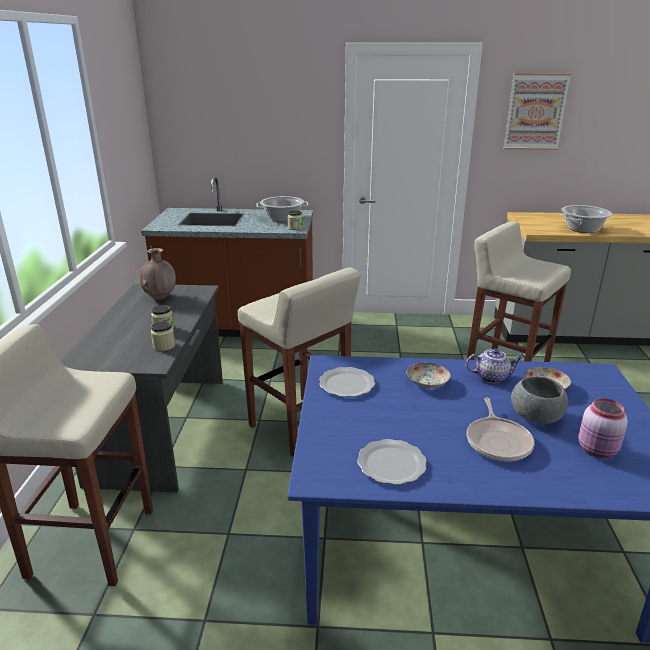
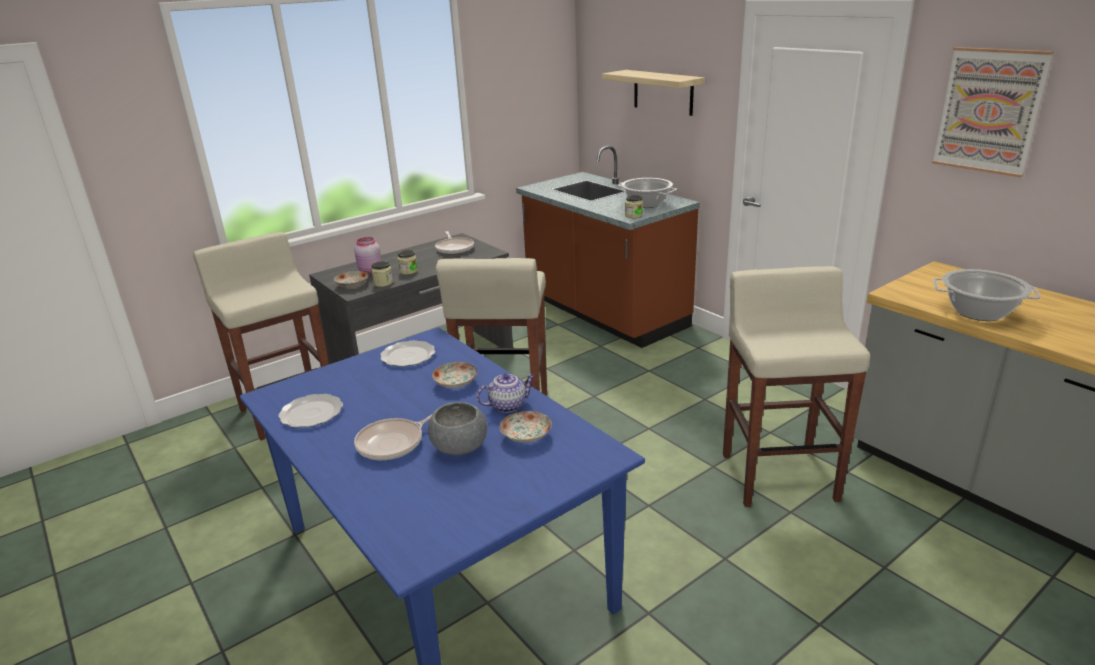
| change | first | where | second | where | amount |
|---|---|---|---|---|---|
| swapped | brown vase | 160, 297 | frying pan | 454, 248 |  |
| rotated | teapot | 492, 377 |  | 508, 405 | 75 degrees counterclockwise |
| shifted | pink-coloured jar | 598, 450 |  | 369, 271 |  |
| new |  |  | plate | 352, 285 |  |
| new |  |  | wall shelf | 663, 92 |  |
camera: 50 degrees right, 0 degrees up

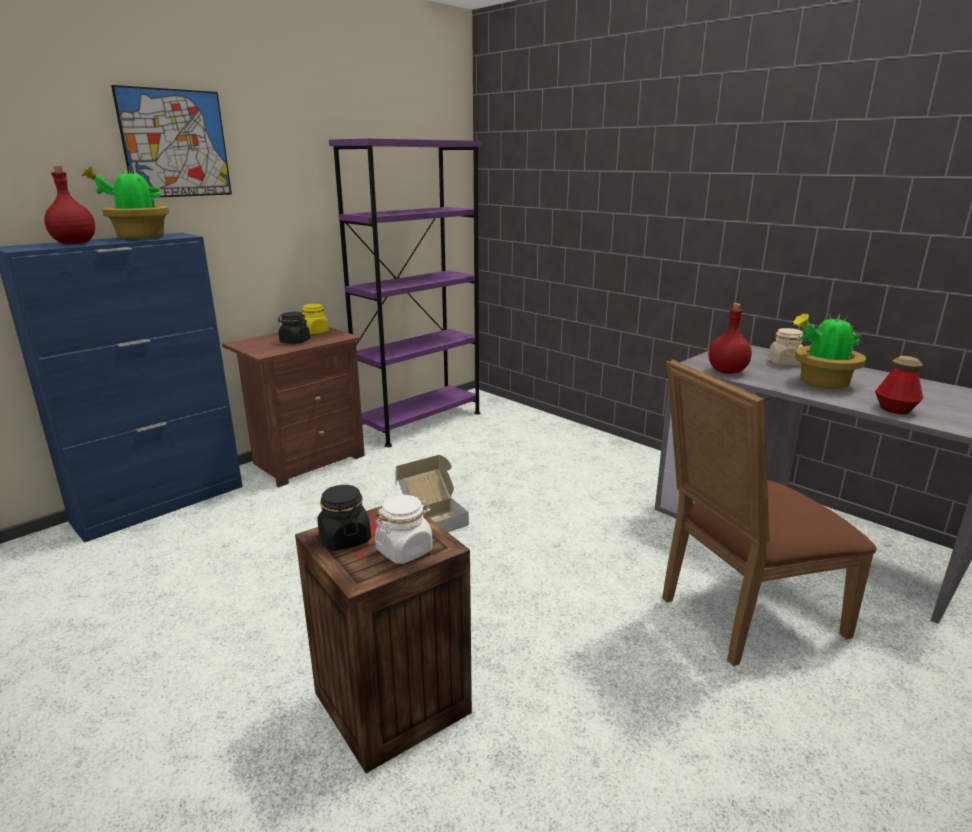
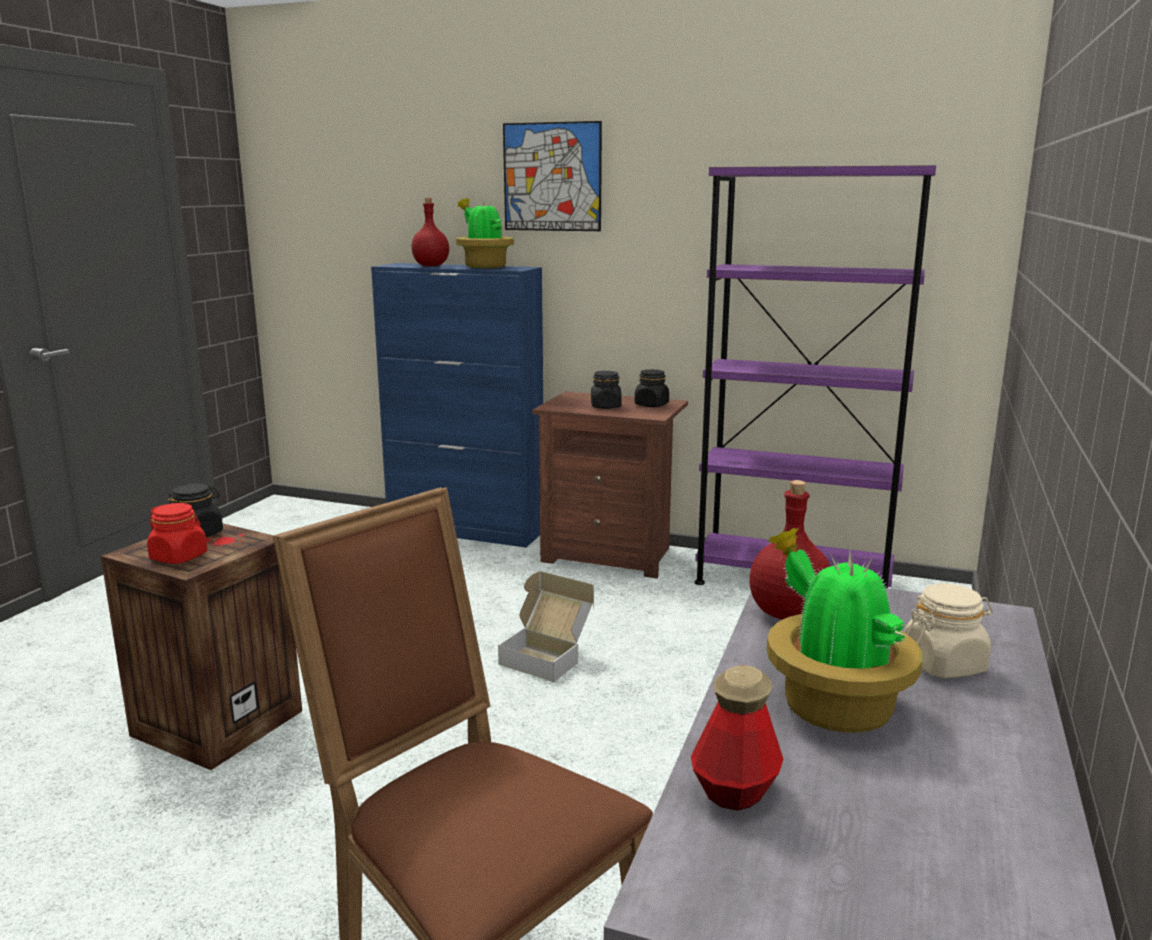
| change | first | where | second | where | amount |
|---|---|---|---|---|---|
| repainted | yellow-coloured jar | 315, 332 | blackish jar | 651, 405 |  |
| repainted | white jar | 404, 550 | red jar | 179, 557 |  |
camera: 65 degrees right, 5 degrees down

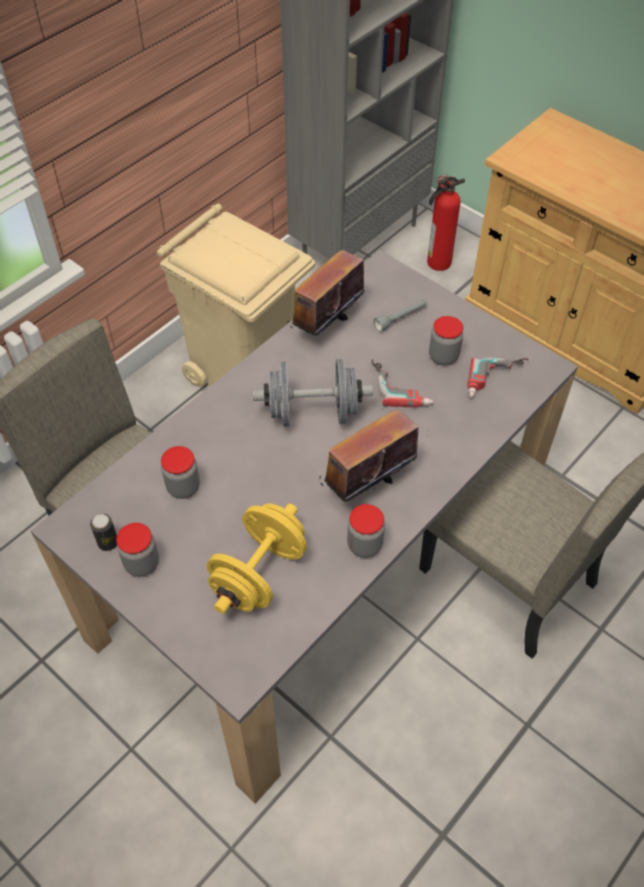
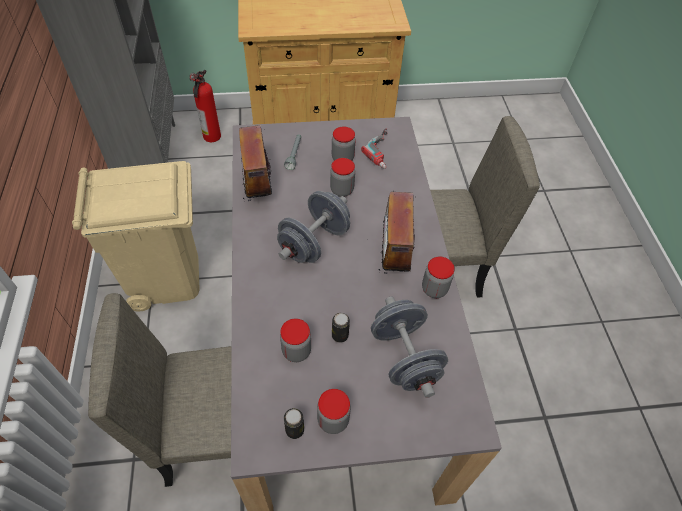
| change | first | where | second | where | amount |
|---|---|---|---|---|---|
| repainted | yellow-coloured dumbbell | 259, 574 | grey dumbbell | 404, 357 |  |
| swapped | power drill | 401, 386 | jar | 342, 190 |  |
| new |  |  | sealed can | 340, 335 |  |
camera: 50 degrees left, 0 degrees up

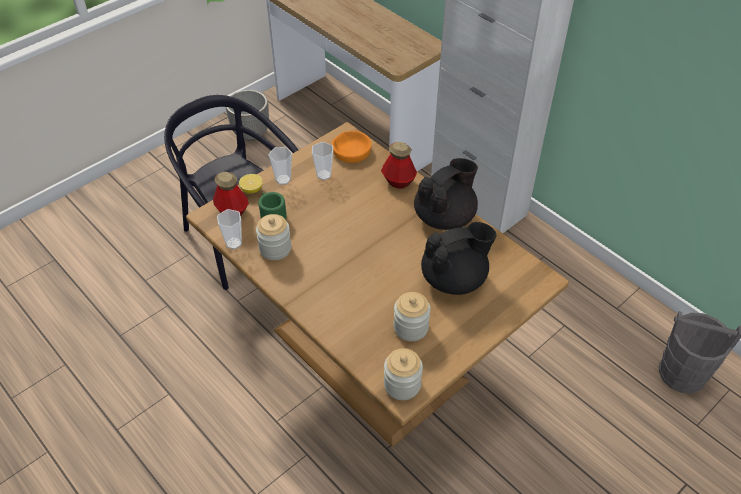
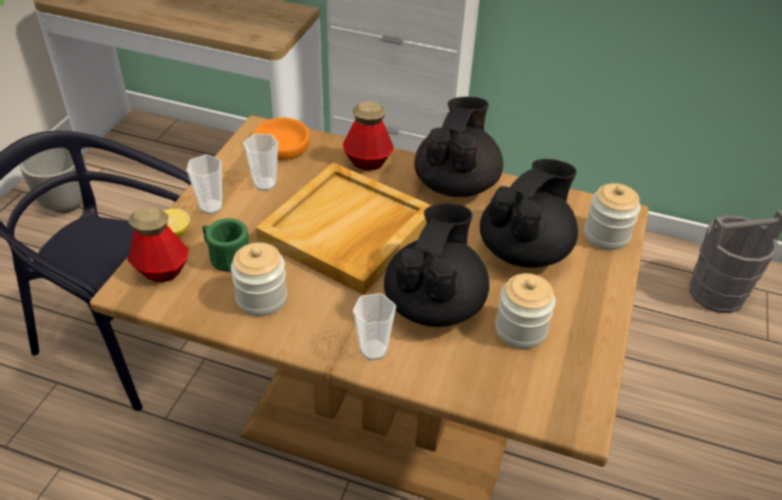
| change | first | where | second | where | amount |
|---|---|---|---|---|---|
| shifted | drinking cup | 234, 243 |  | 373, 350 |  |
| shifted | jar | 402, 385 |  | 606, 235 |  |
| new |  |  | beige carrying tray | 347, 231 |  |
| new |  |  | blackish teapot | 434, 304 |  |
camera: 30 degrees left, 5 degrees down

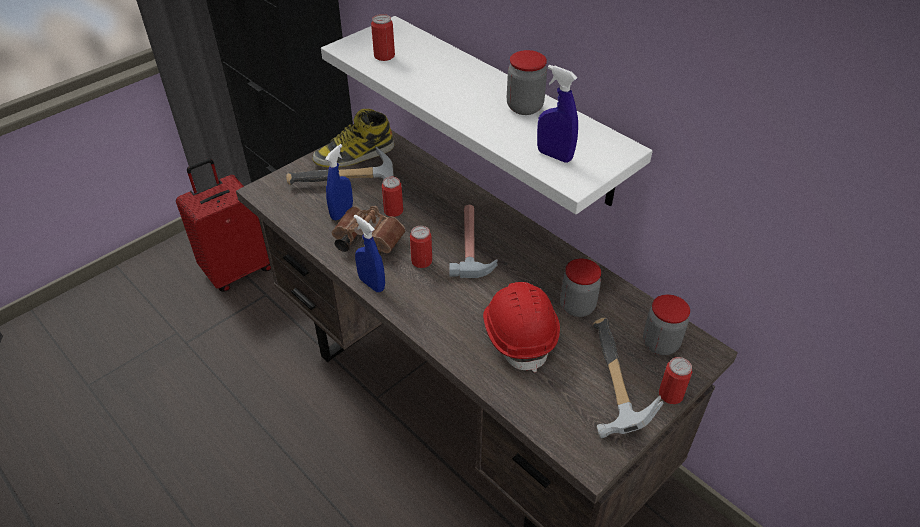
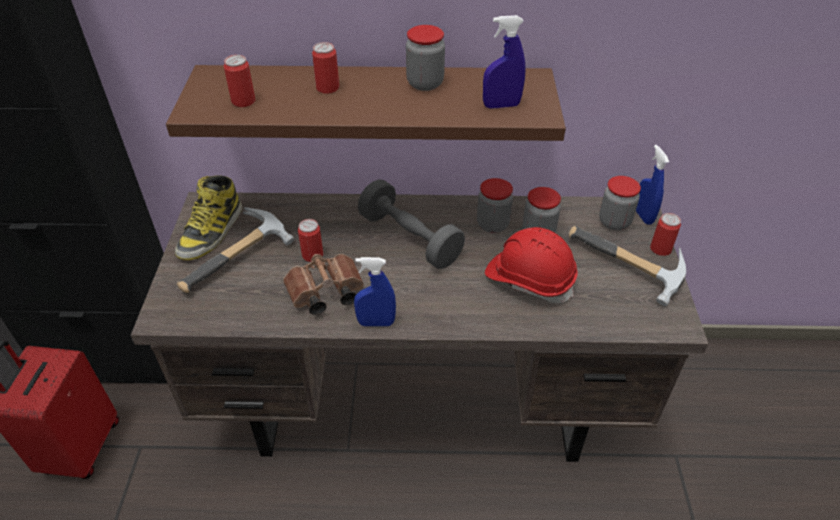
| change | first | where | second | where | amount |
|---|---|---|---|---|---|
| repainted | white wall shelf | 507, 109 | brown wall shelf | 374, 103 |  |
| shifted | blue sprayer | 342, 212 |  | 643, 216 |  |
| shifted | sealed can | 421, 261 |  | 327, 88 |  |
| swapped | hammer | 473, 243 | grey dumbbell | 410, 238 |  |
| new |  |  | jar | 492, 224 |  |
camera: 45 degrees left, 0 degrees up

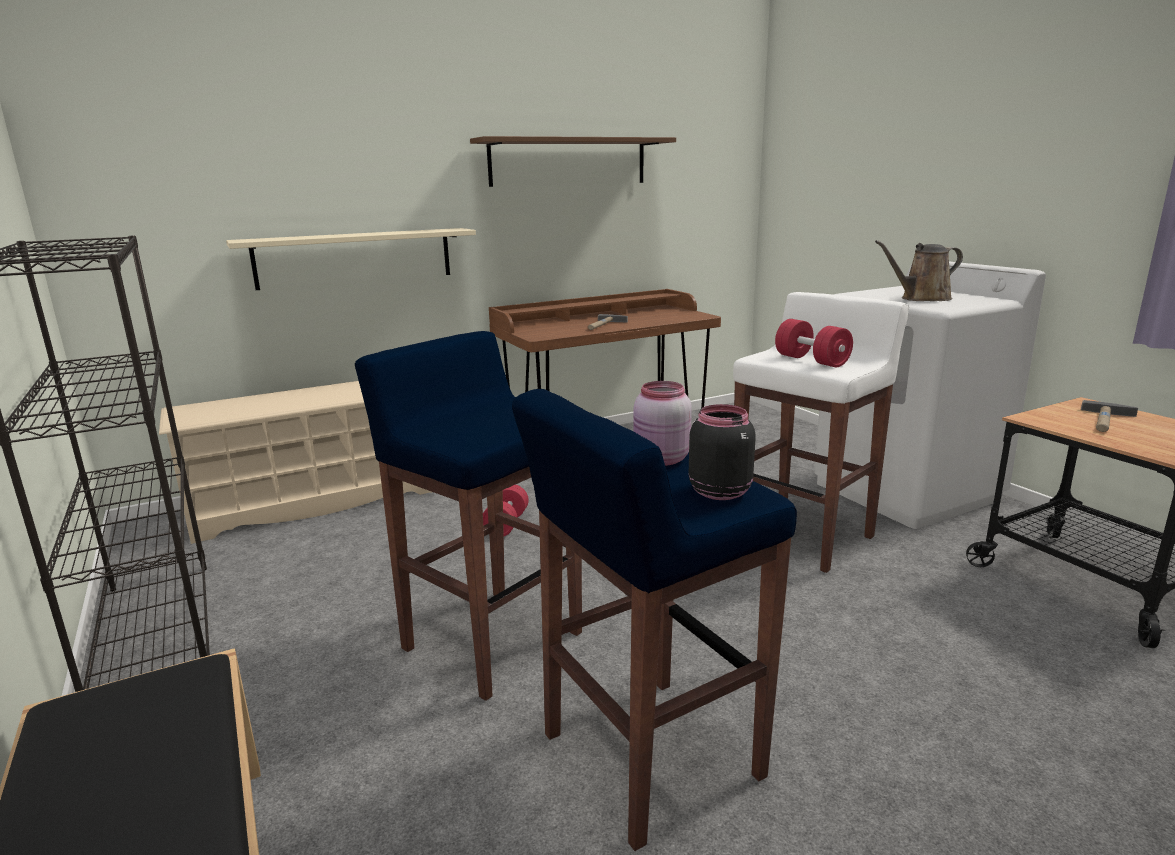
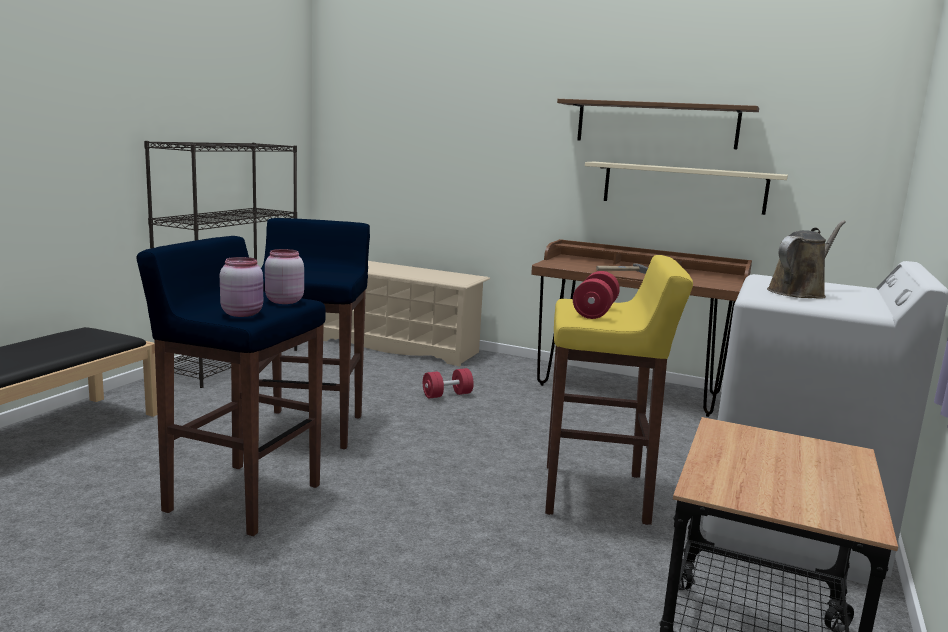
| change | first | where | second | where | amount |
|---|---|---|---|---|---|
| shifted | beige wall shelf | 355, 258 |  | 683, 187 |  |
| repainted | blackish jar | 719, 491 | pink-coloured jar | 243, 313 |  |
| repainted | white stool seat | 803, 536 | yellow-coloured stool seat | 597, 494 |  |
| rotated | brown sprinkling can | 921, 298 |  | 799, 292 | 105 degrees clockwise |
| gone | hammer | 1106, 421 |  |  |  |
camera: 50 degrees right, 5 degrees down

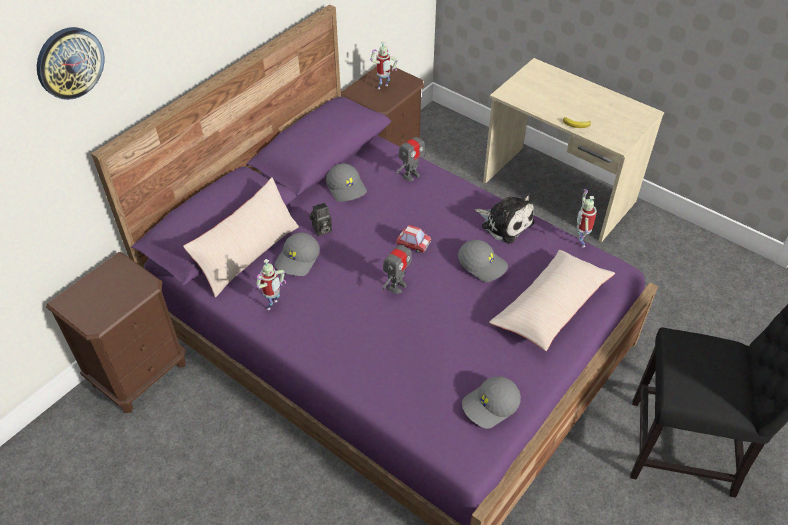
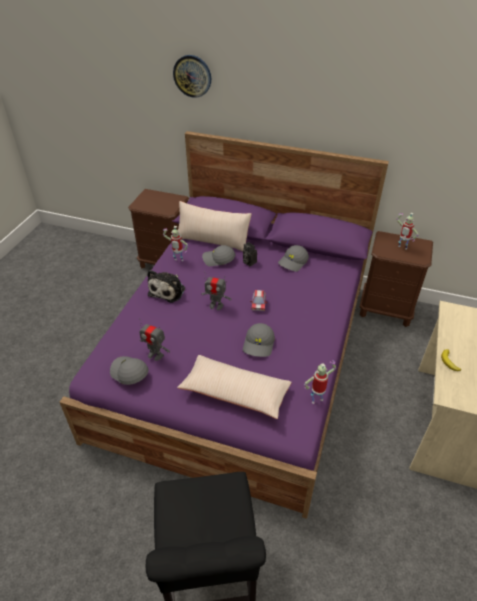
| change | first | where | second | where | amount |
|---|---|---|---|---|---|
| shifted | model robot | 411, 175 |  | 155, 355 |  |
| shifted | plush toy | 505, 223 |  | 168, 290 |  |
camera: 70 degrees right, 5 degrees down

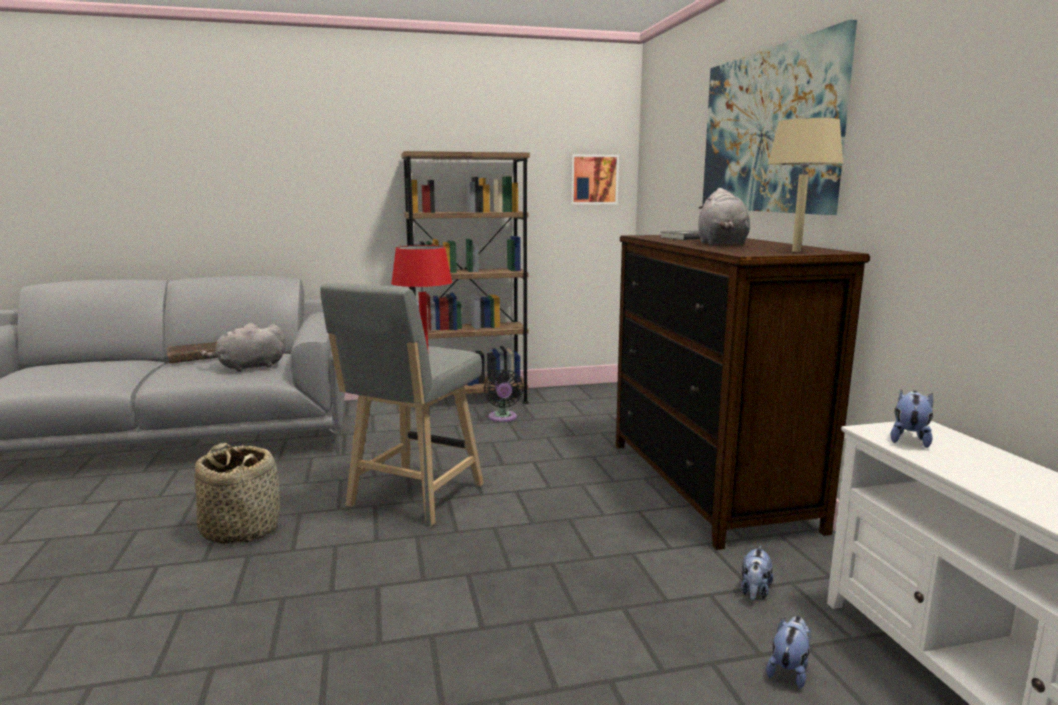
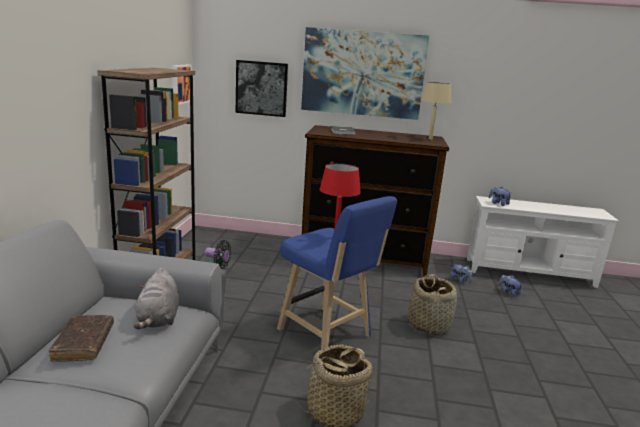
| change | first | where | second | where | amount |
|---|---|---|---|---|---|
| repainted | grey stool seat | 412, 498 | blue stool seat | 327, 335 |  |
| gone | grey plush toy | 721, 244 |  |  |  |
| new |  |  | picture | 261, 88 |  |
| new |  |  | basket | 429, 325 |  |
camera: 70 degrees left, 5 degrees up

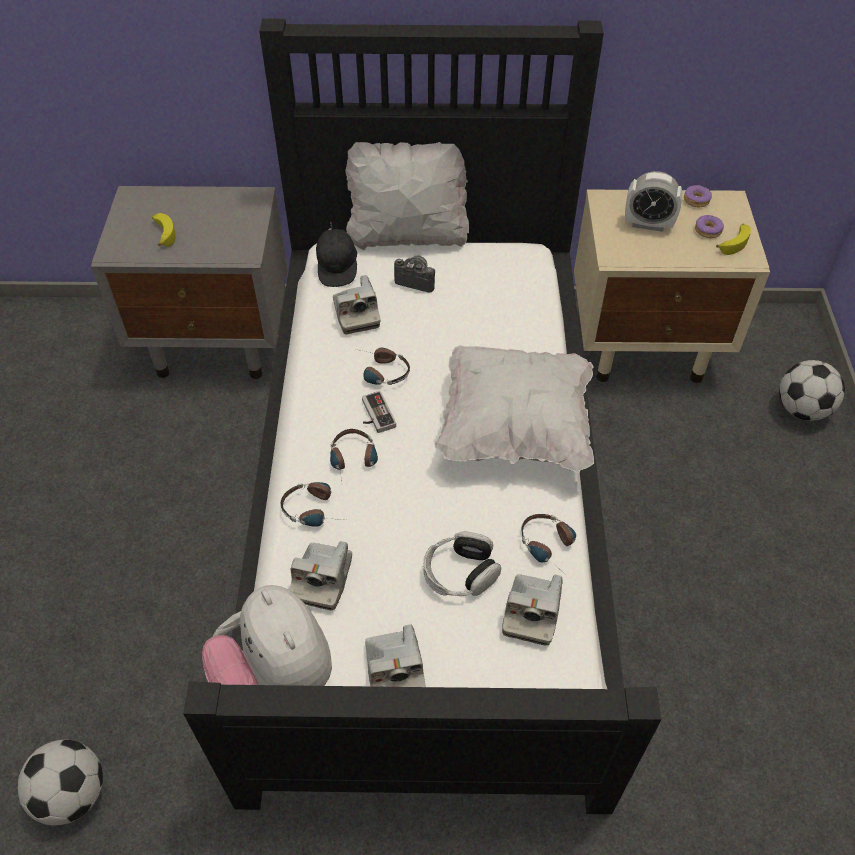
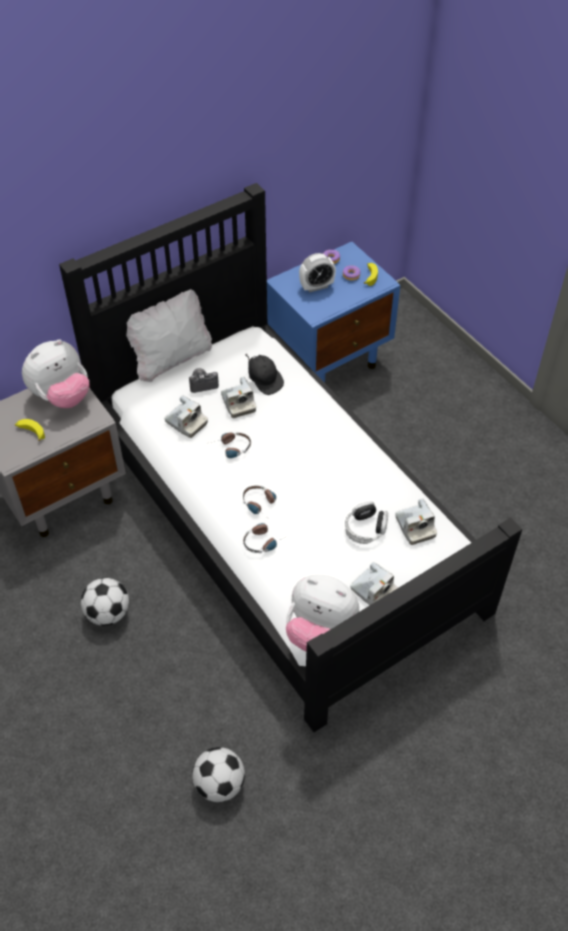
| change | first | where | second | where | amount |
|---|---|---|---|---|---|
| shifted | still camera | 322, 579 |  | 238, 403 |  |
| shifted | blackish baseball cap | 338, 268 |  | 264, 380 |  |
| gone | gamepad | 374, 415 |  |  |  |
| gone | white pillow | 514, 428 |  |  |  |
| gone | headphones | 551, 547 |  |  |  |
| repainted | beige night table | 645, 345 | blue night table | 330, 360 |  |
| shifted | football ball | 801, 409 |  | 108, 613 |  |
| new |  |  | plush toy | 61, 396 |  |
camera: 35 degrees left, 0 degrees up

